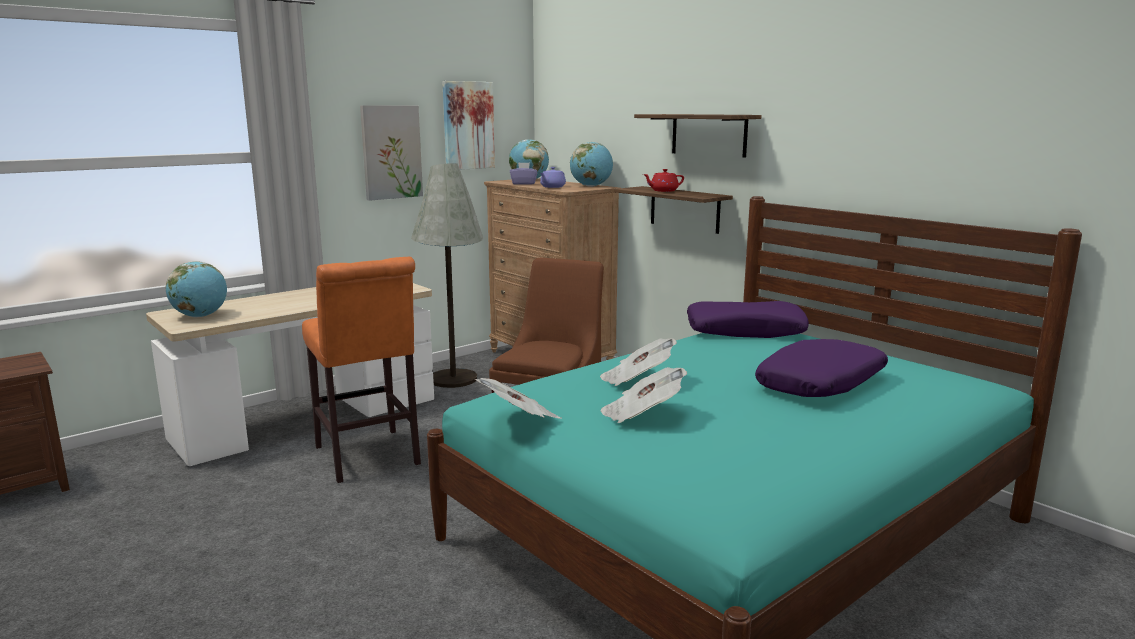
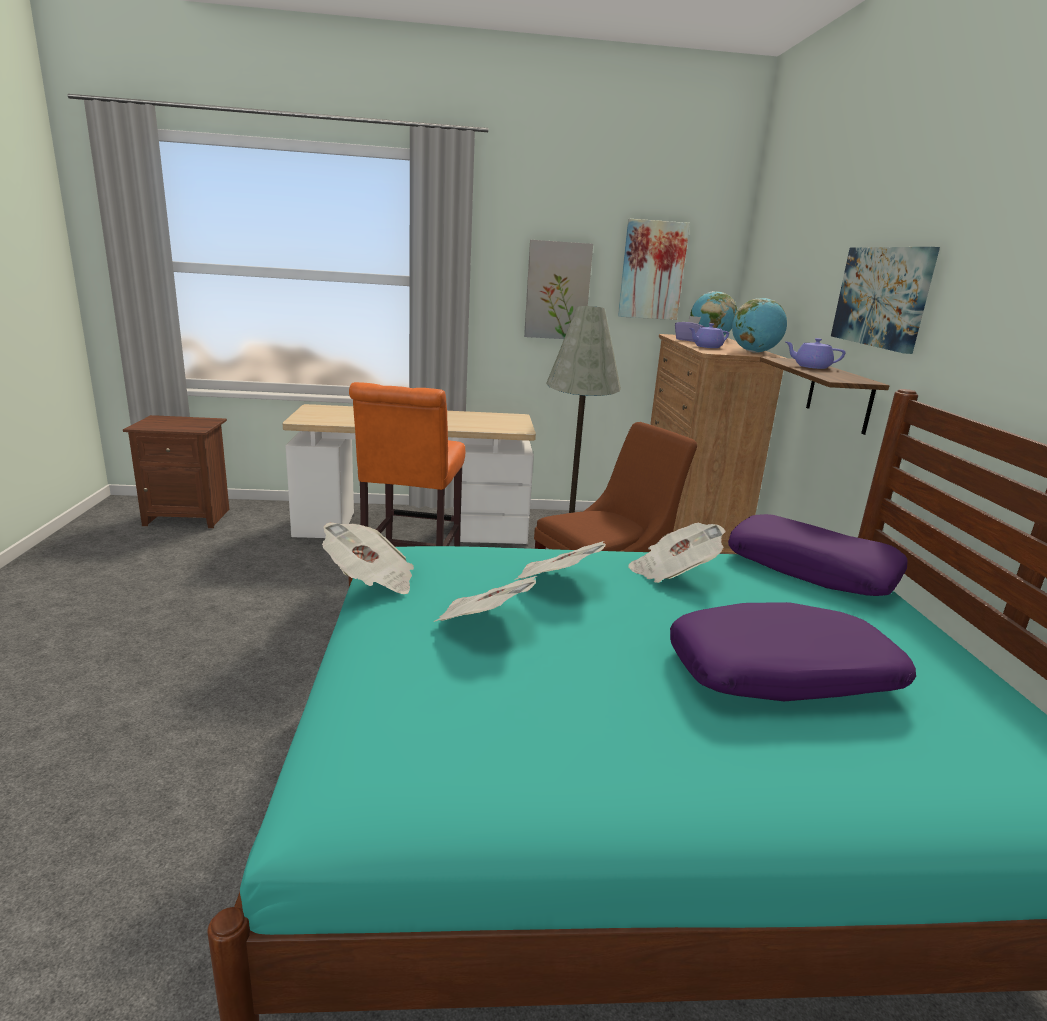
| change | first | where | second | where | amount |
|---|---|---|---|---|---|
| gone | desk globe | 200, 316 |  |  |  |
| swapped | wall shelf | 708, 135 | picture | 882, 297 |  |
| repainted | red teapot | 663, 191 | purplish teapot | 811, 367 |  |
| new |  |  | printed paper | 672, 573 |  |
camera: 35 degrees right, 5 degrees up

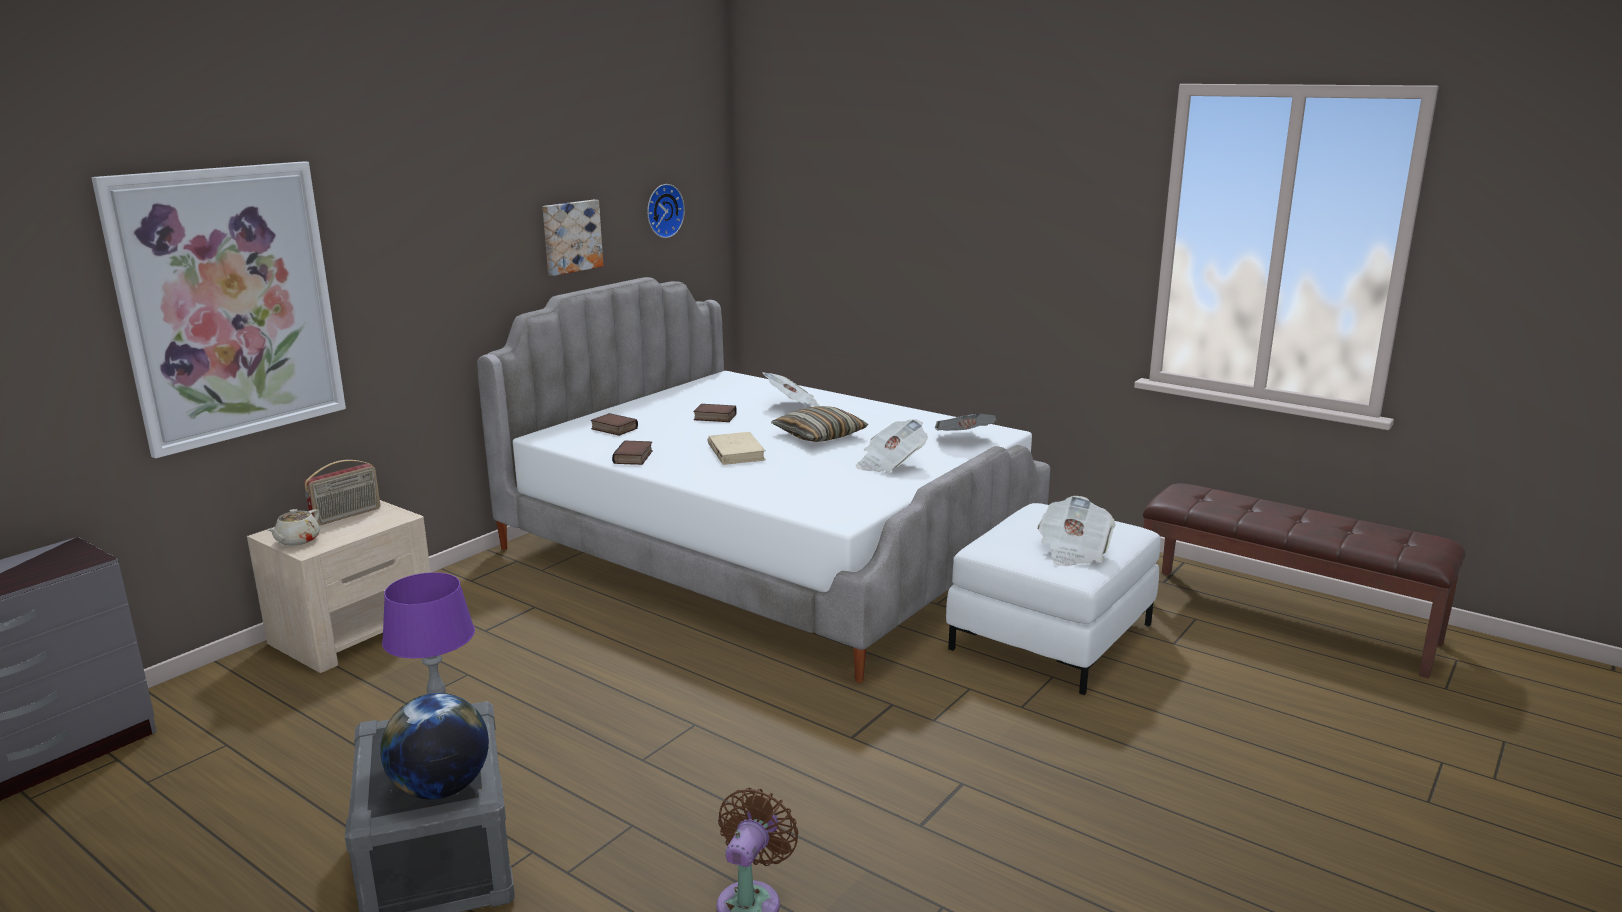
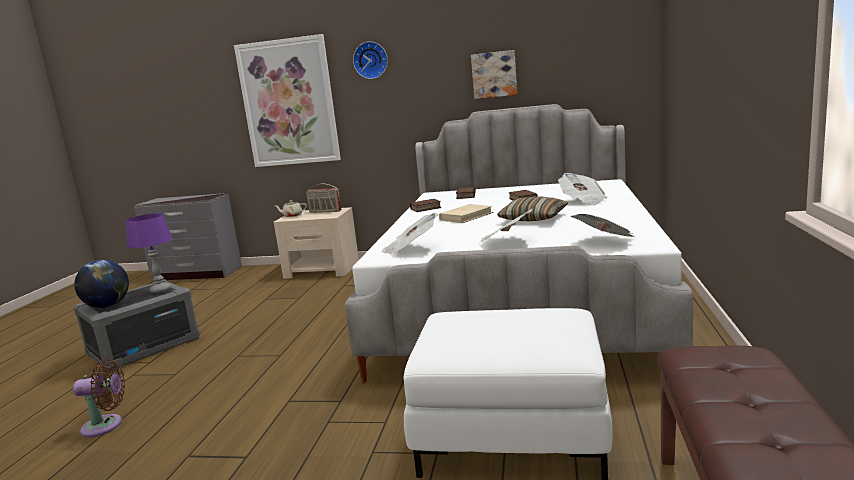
| change | first | where | second | where | amount |
|---|---|---|---|---|---|
| shifted | hanging clock | 662, 210 |  | 371, 60 |  |
| shifted | printed paper | 1073, 551 |  | 410, 249 |  |
camera: 65 degrees right, 5 degrees down

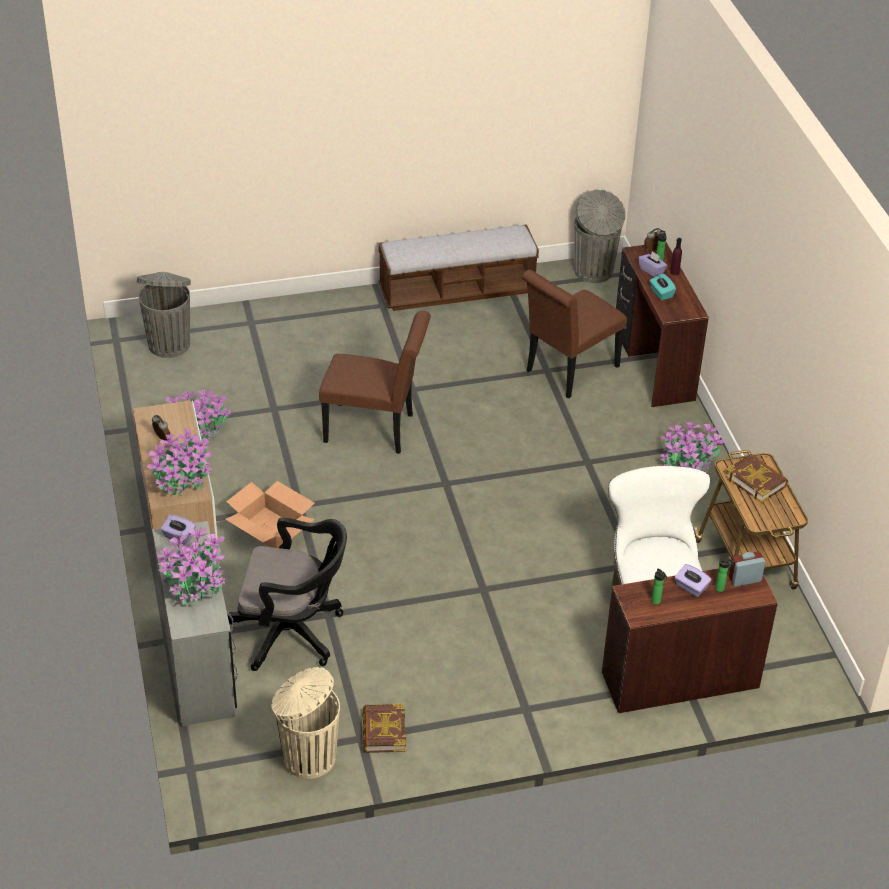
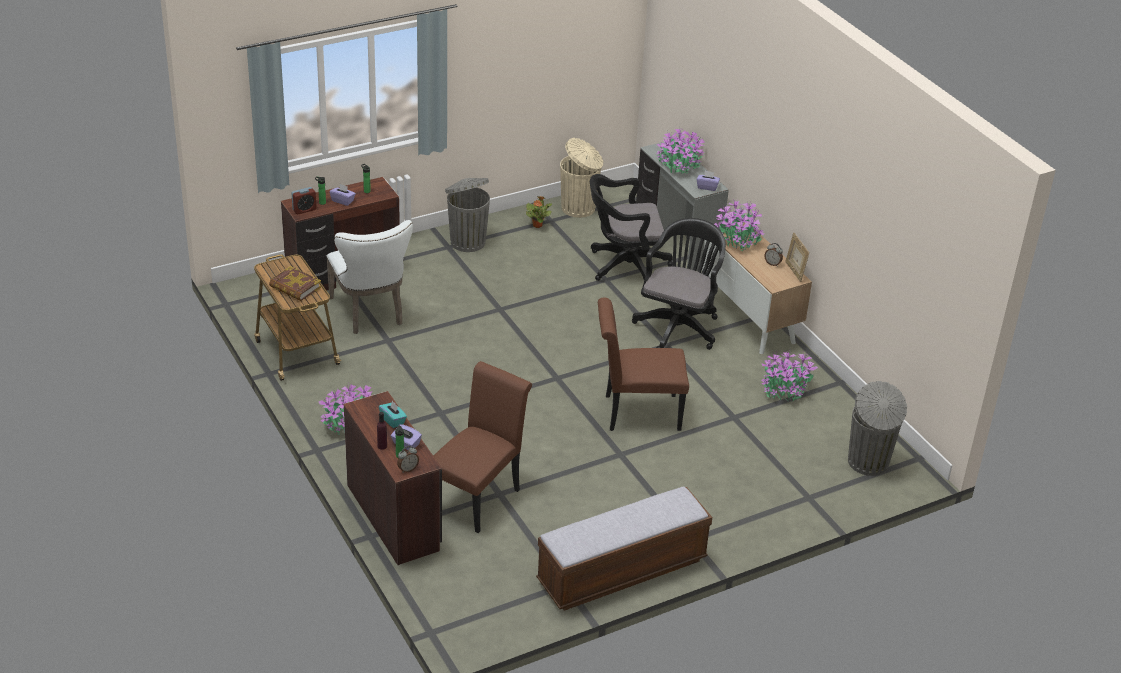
| change | first | where | second | where | amount |
|---|---|---|---|---|---|
| swapped | carton | 271, 528 | blackish computer chair | 678, 326 |  |
| swapped | bound book | 383, 731 | houseplant | 537, 225 |  |
| shifted | grey rubbish bin | 594, 272 |  | 467, 241 |  |
| new |  |  | standing frame | 794, 271 |  |
camera: 165 degrees right, 5 degrees down

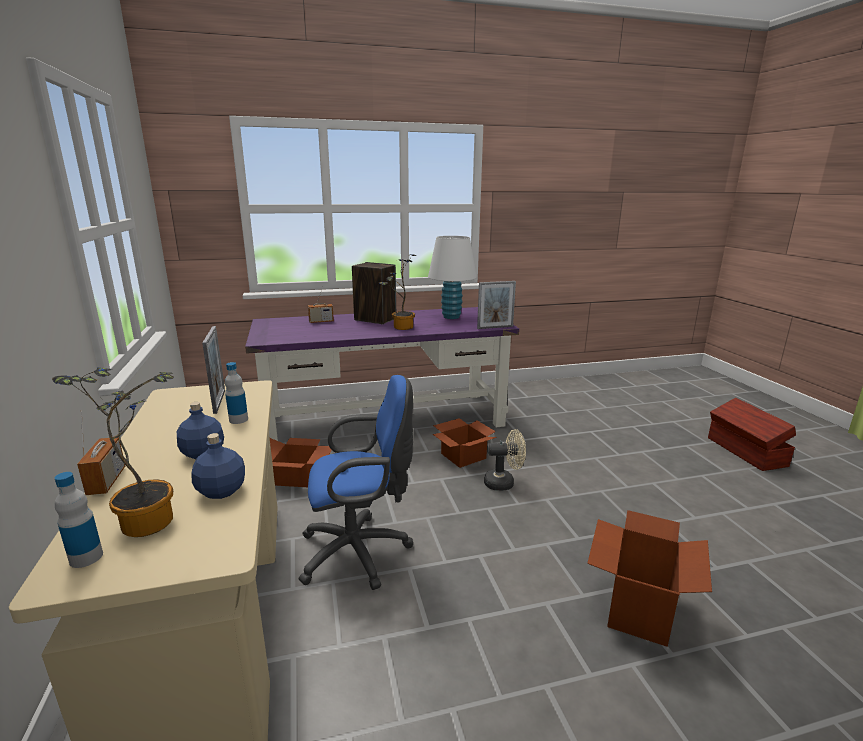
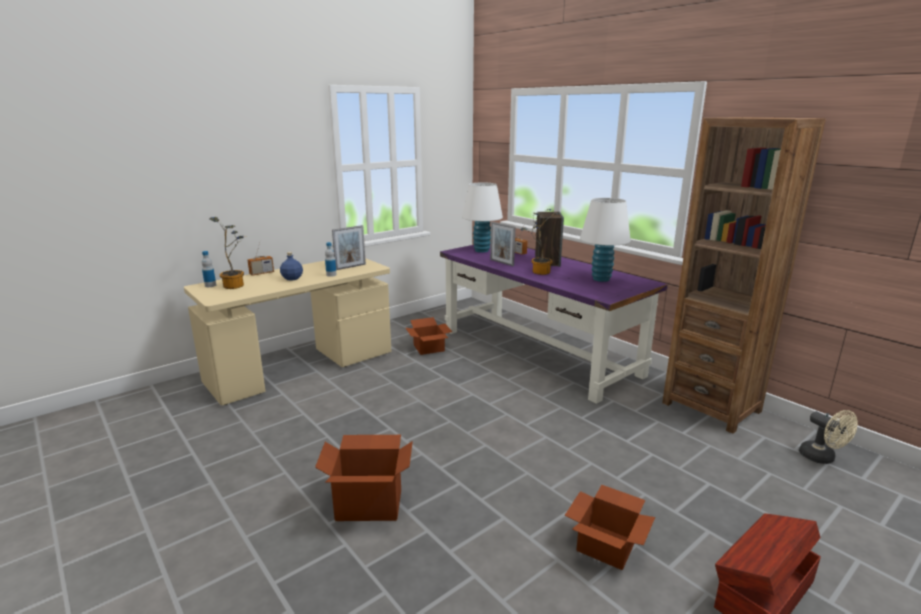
| change | first | where | second | where | amount |
|---|---|---|---|---|---|
| gone | blue beverage bottle | 221, 491 |  |  |  |
| gone | blue computer chair | 360, 552 |  |  |  |
| shifted | carton | 463, 455 |  | 607, 545 |  |
| shifted | standing frame | 495, 327 |  | 501, 262 |  |
| shifted | beige electric fan | 504, 483 |  | 822, 458 |  |
| new |  |  | white lamp for a table | 482, 250 |  |
| new |  |  | brown shelving unit | 711, 407 |  |
camera: 65 degrees right, 0 degrees up

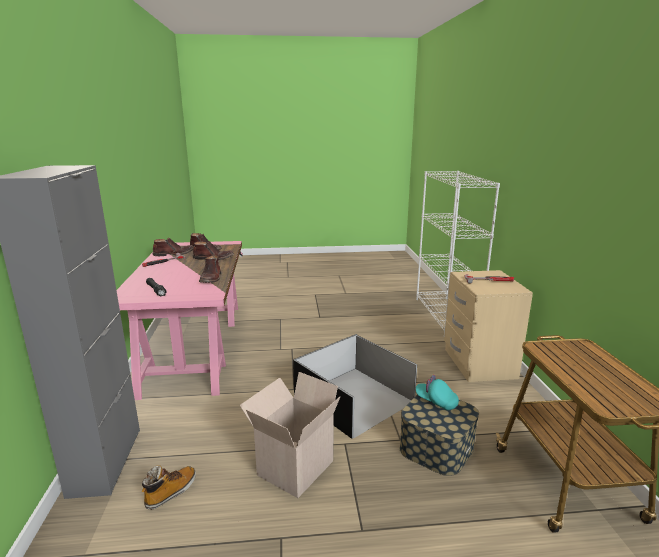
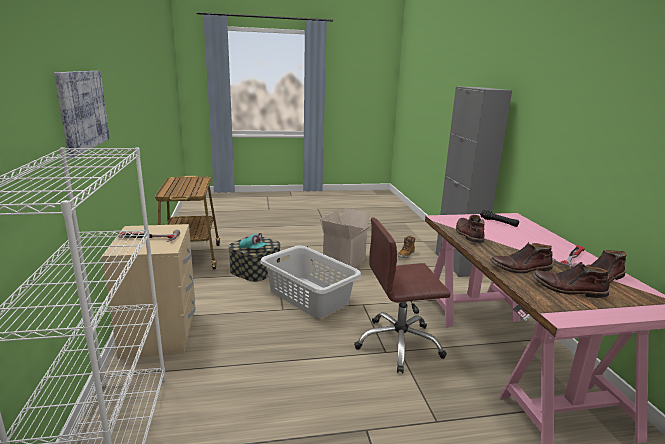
| change | first | where | second | where | amount |
|---|---|---|---|---|---|
| swapped | blackish storage container | 353, 400 | grey washing basket | 309, 296 |  |
| new |  |  | picture | 82, 110 |  |
| new |  |  | brown computer chair | 399, 344 |  |
camera: 175 degrees right, 0 degrees up

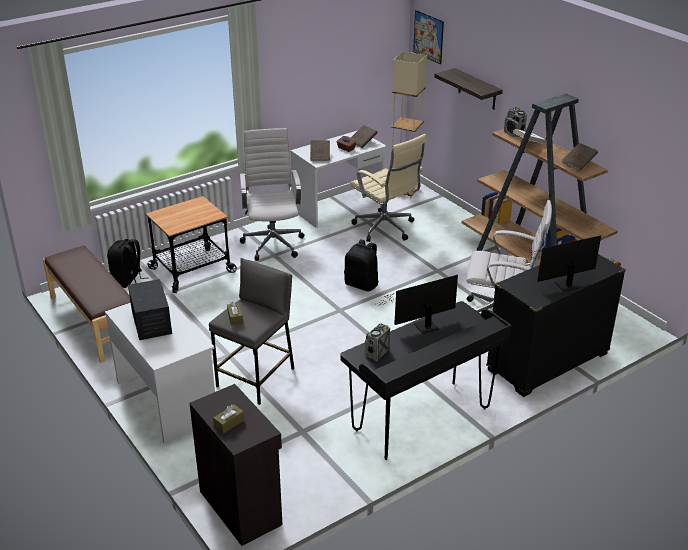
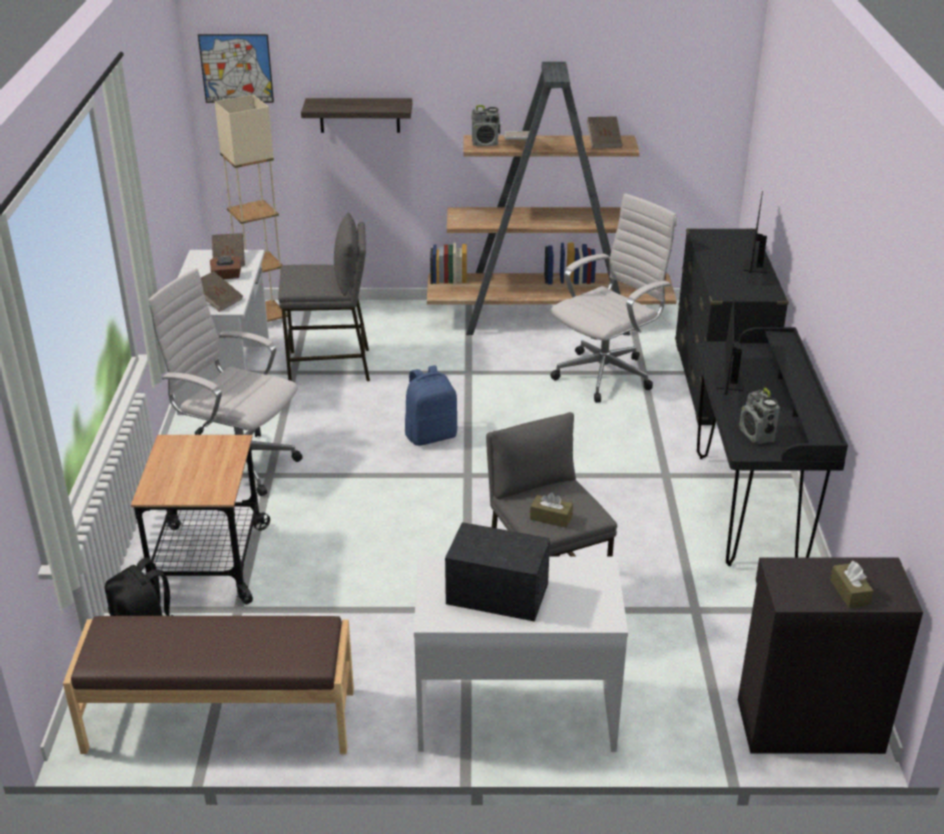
| change | first | where | second | where | amount |
|---|---|---|---|---|---|
| repainted | blackish backpack | 362, 284 | blue backpack | 431, 435 |  |
| swapped | beige computer chair | 386, 229 | grey stool seat | 330, 367 |  |
camera: 55 degrees left, 0 degrees up

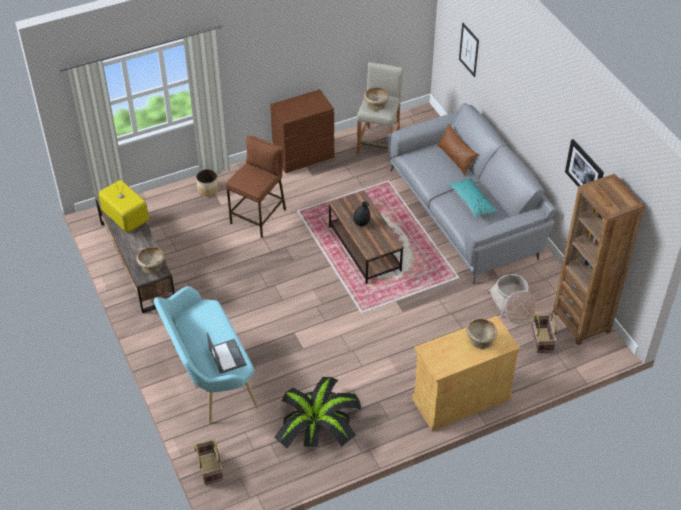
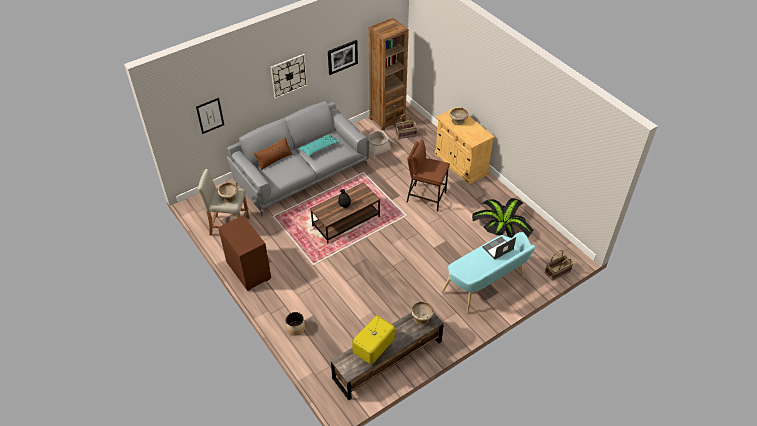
| change | first | where | second | where | amount |
|---|---|---|---|---|---|
| shifted | brown stool seat | 259, 216 |  | 426, 197 |  |
| new |  |  | hanging clock | 289, 76 |  |
camera: 100 degrees left, 0 degrees up

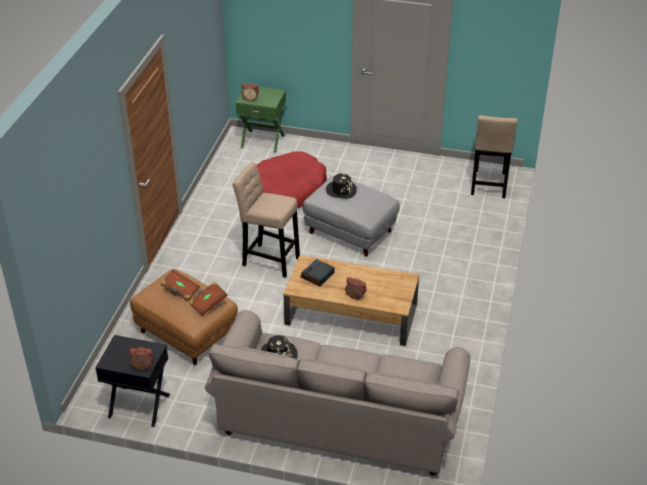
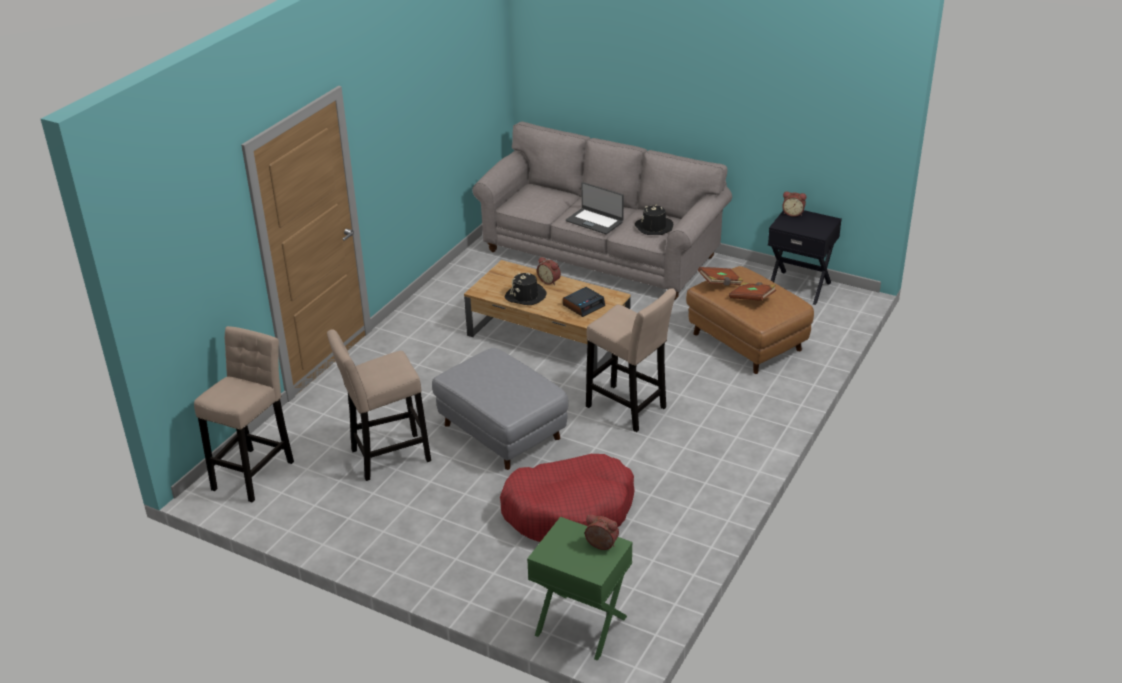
| change | first | where | second | where | amount |
|---|---|---|---|---|---|
| shifted | blackish clothing hat | 341, 190 |  | 525, 296 |  |
| new |  |  | beige stool seat | 386, 457 |  |
| new |  |  | notebook computer | 595, 221 |  |
camera: 165 degrees left, 5 degrees down

